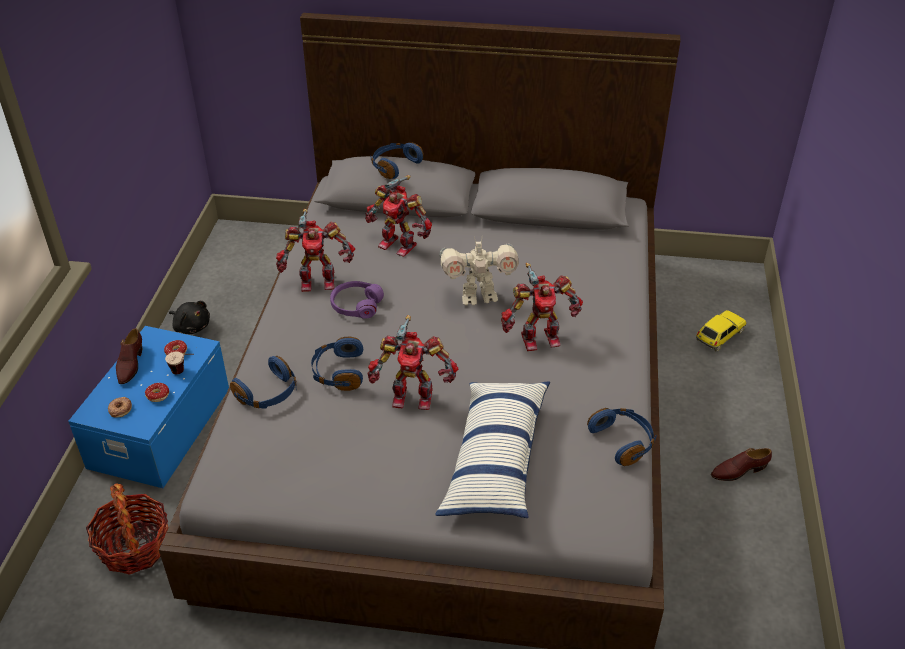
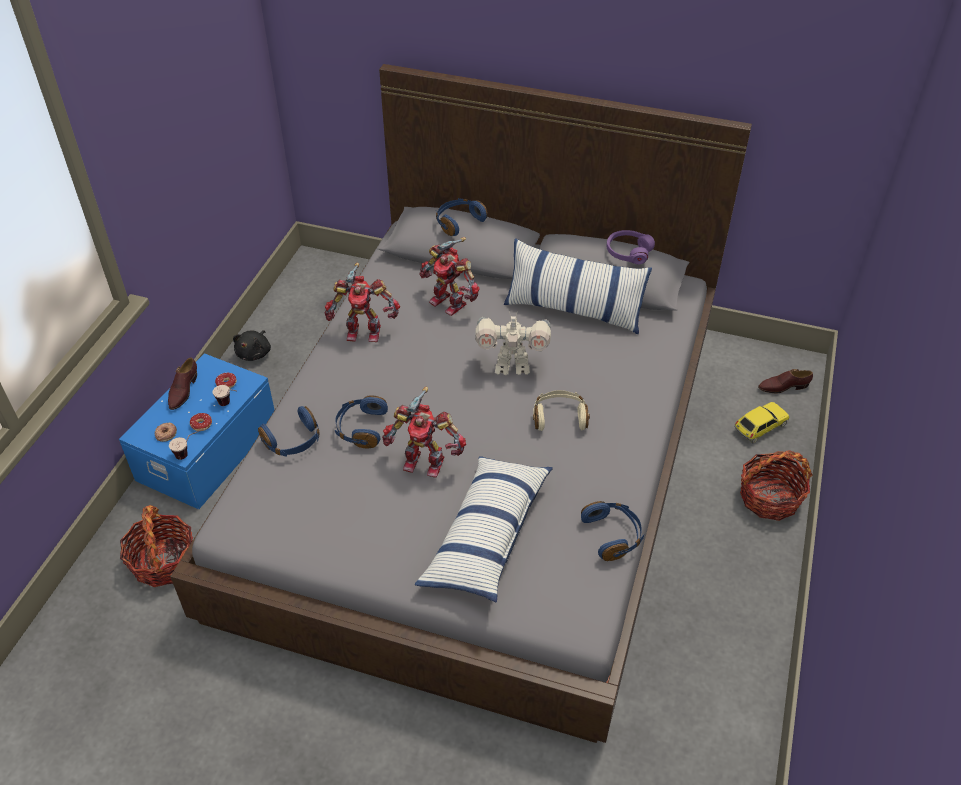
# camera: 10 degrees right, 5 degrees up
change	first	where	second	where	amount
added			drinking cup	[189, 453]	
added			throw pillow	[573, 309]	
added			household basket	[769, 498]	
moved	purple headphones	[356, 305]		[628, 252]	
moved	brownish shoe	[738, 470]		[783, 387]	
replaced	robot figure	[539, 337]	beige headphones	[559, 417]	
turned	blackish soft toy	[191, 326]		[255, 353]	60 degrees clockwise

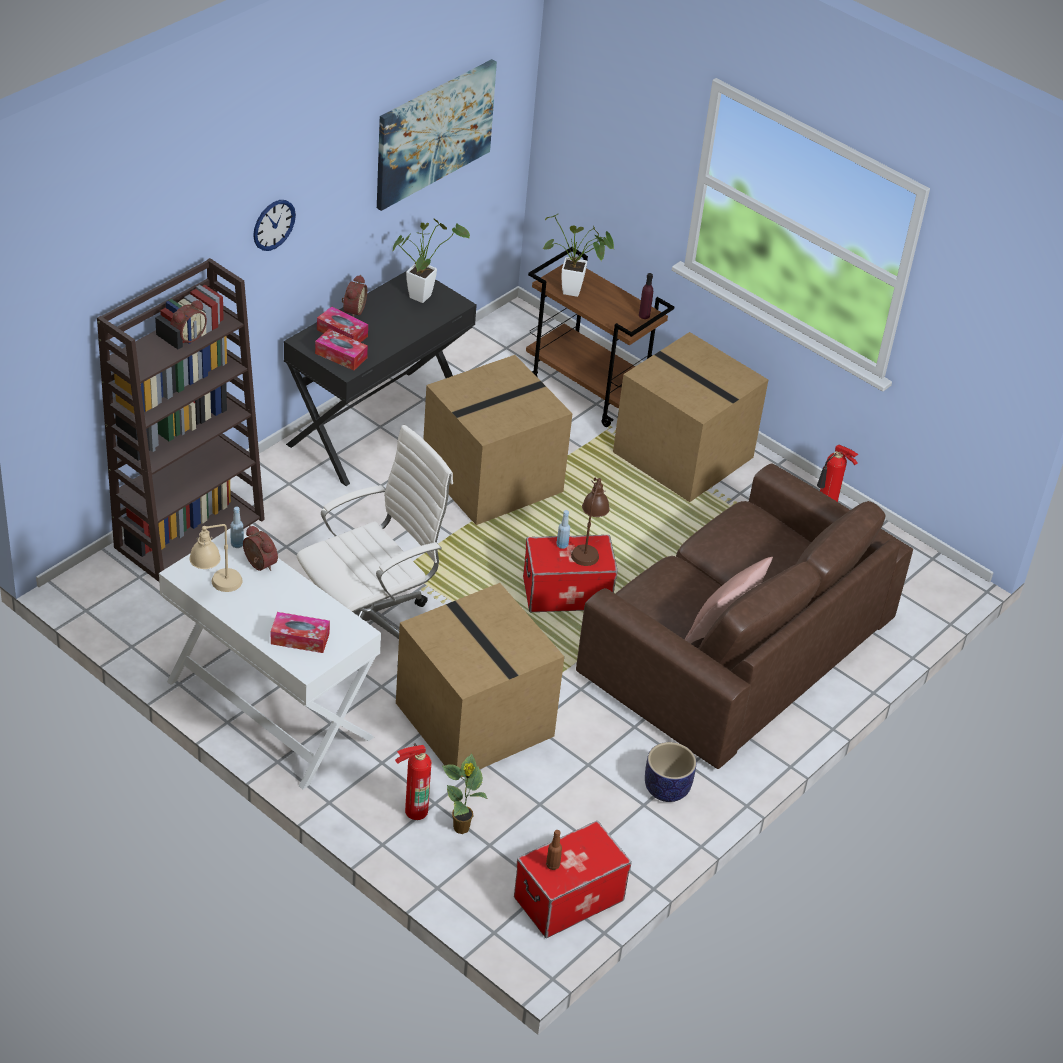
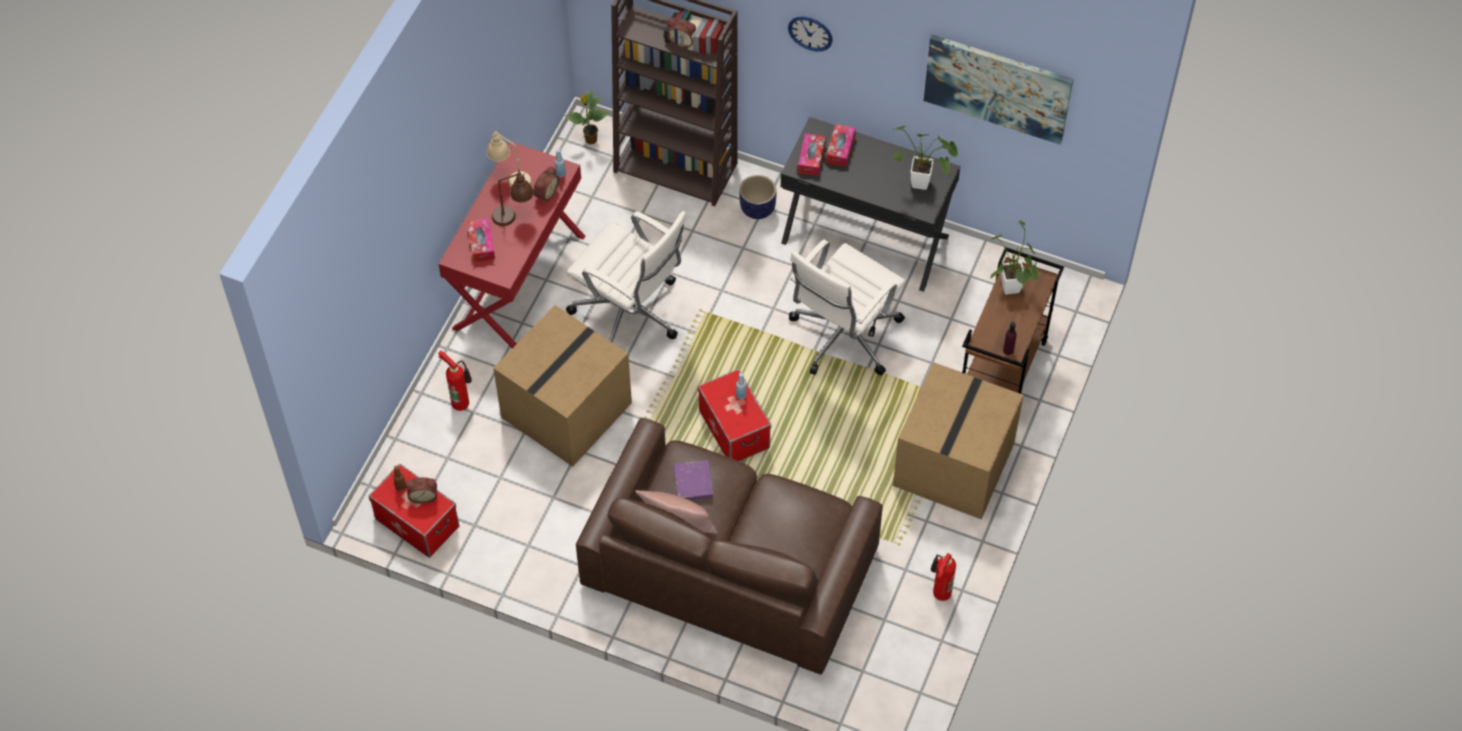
# camera: 75 degrees right, 15 degrees up
change	first	where	second	where	amount
added			purple bound book	[693, 482]	
moved	table clock	[352, 310]		[423, 496]	
moved	plant in a pot	[462, 828]		[590, 140]	
moved	brownish table lamp	[587, 548]		[514, 215]	
moved	planter	[666, 789]		[757, 209]	
replaced	carton	[491, 479]	white-coloured desk chair	[843, 337]	
recoloured	white-coloured desk table	[268, 709]	red desk table	[518, 281]	

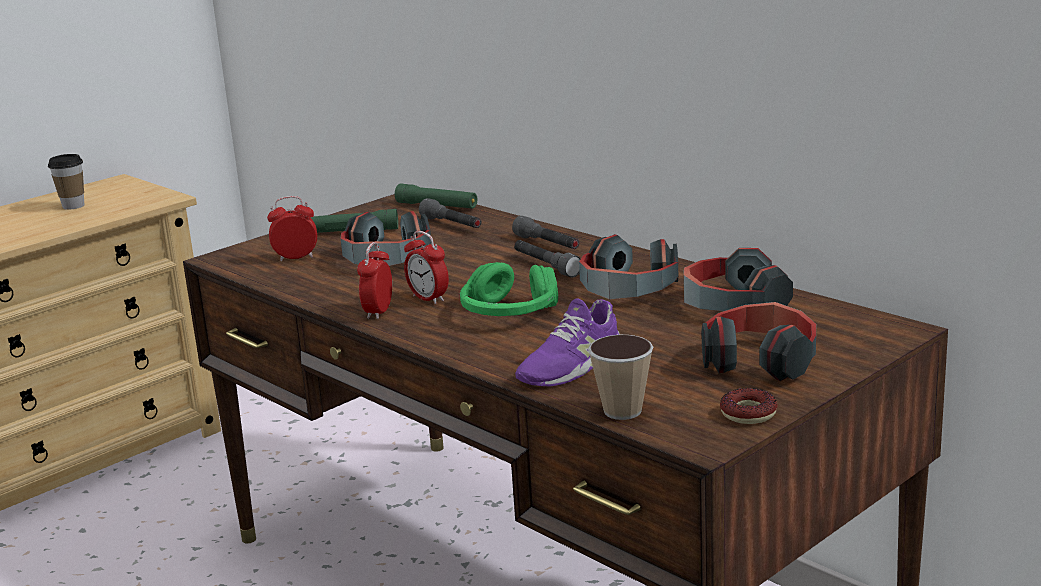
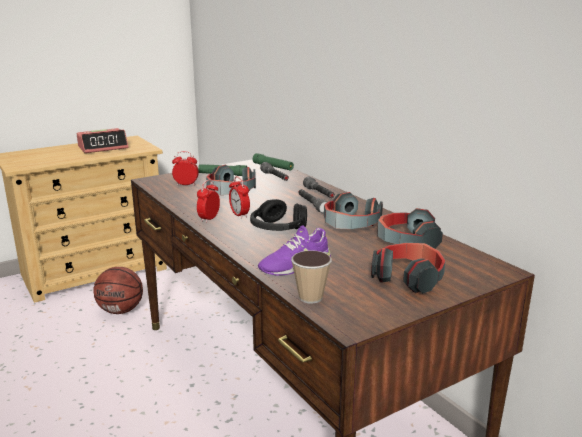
# camera: 10 degrees right, 0 degrees up
change	first	where	second	where	amount
removed	ring doughnut	[748, 413]			
added			basketball ball	[121, 310]	
replaced	drinking cup	[73, 206]	table clock	[103, 147]	
recoloured	green headphones	[509, 313]	blackish headphones	[278, 228]	

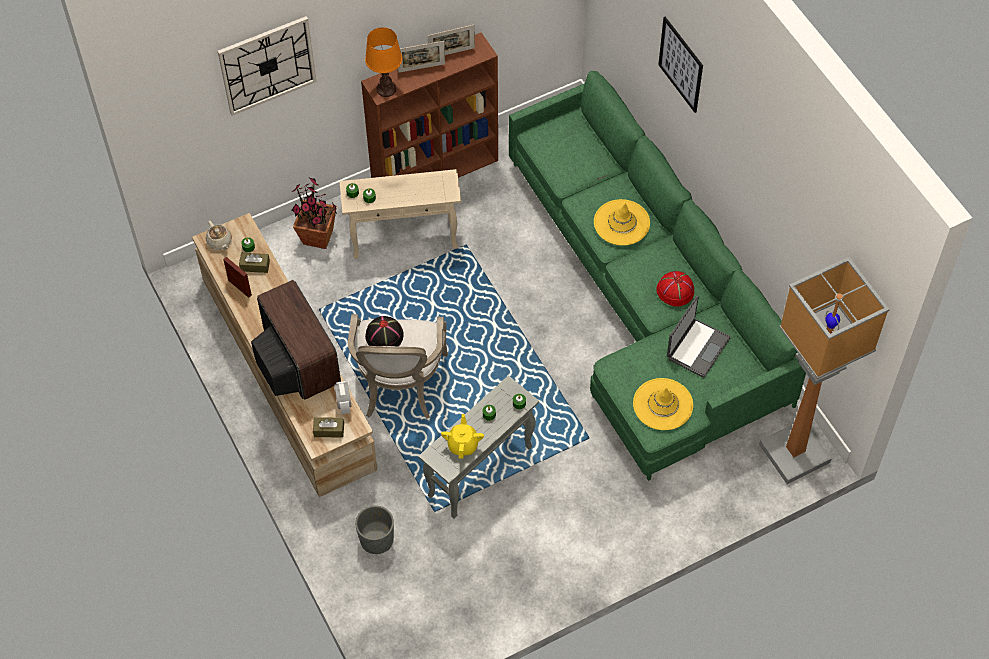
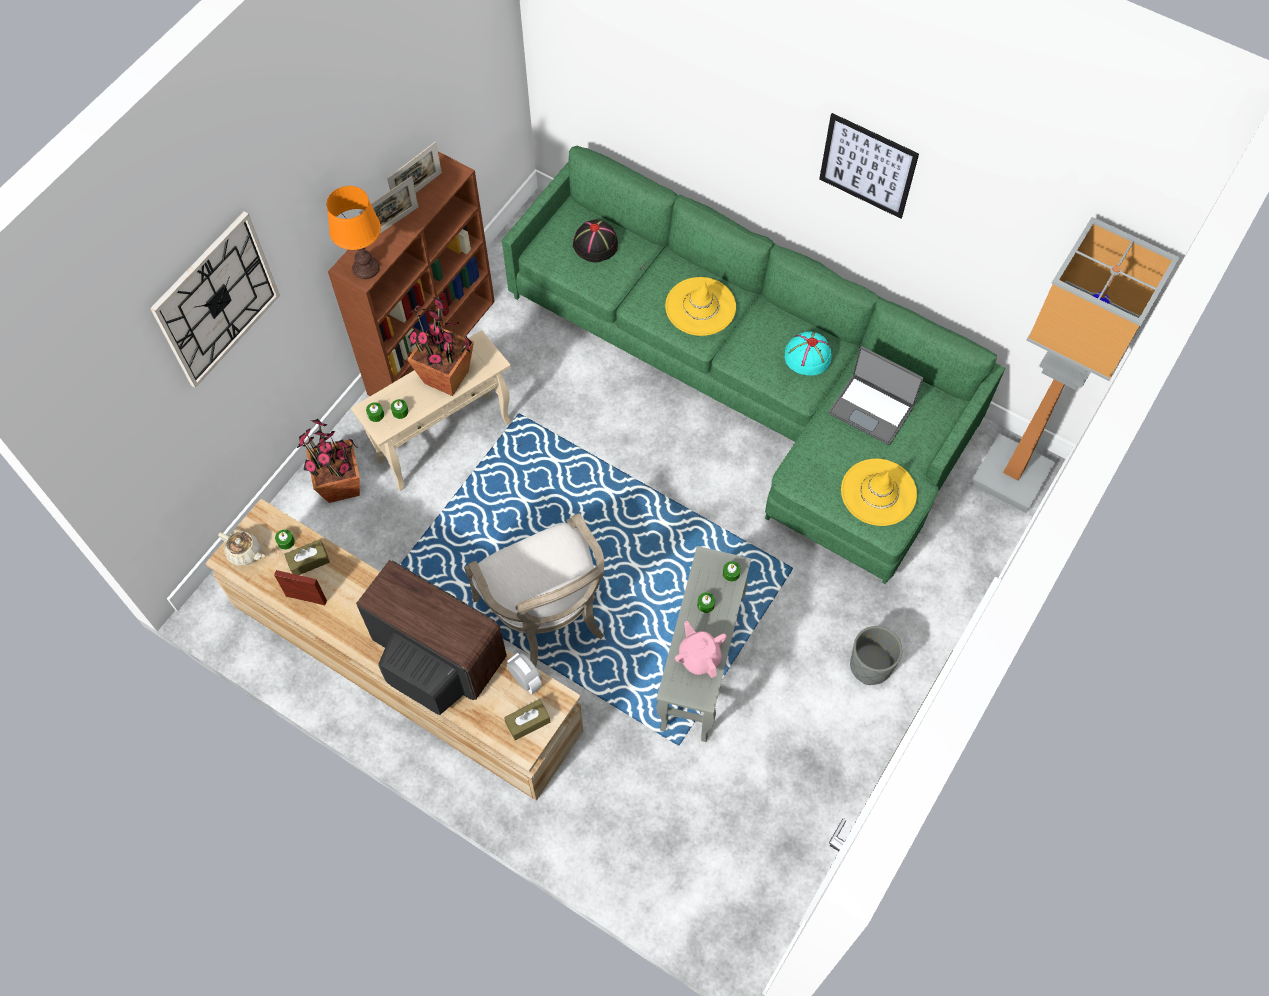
# camera: 30 degrees left, 5 degrees up
change	first	where	second	where	amount
added			plant in a pot	[446, 378]	
moved	gray planter	[376, 540]		[870, 666]	
moved	blackish clothing hat	[384, 336]		[596, 244]	
moved	wall art	[681, 64]		[867, 166]	
recoloured	yellow-coloured tea pot	[463, 444]	pinkish tea pot	[699, 657]	
recoloured	red clothing hat	[675, 290]	blue-green clothing hat	[807, 356]	
turned	portable computer	[697, 347]		[871, 409]	120 degrees clockwise

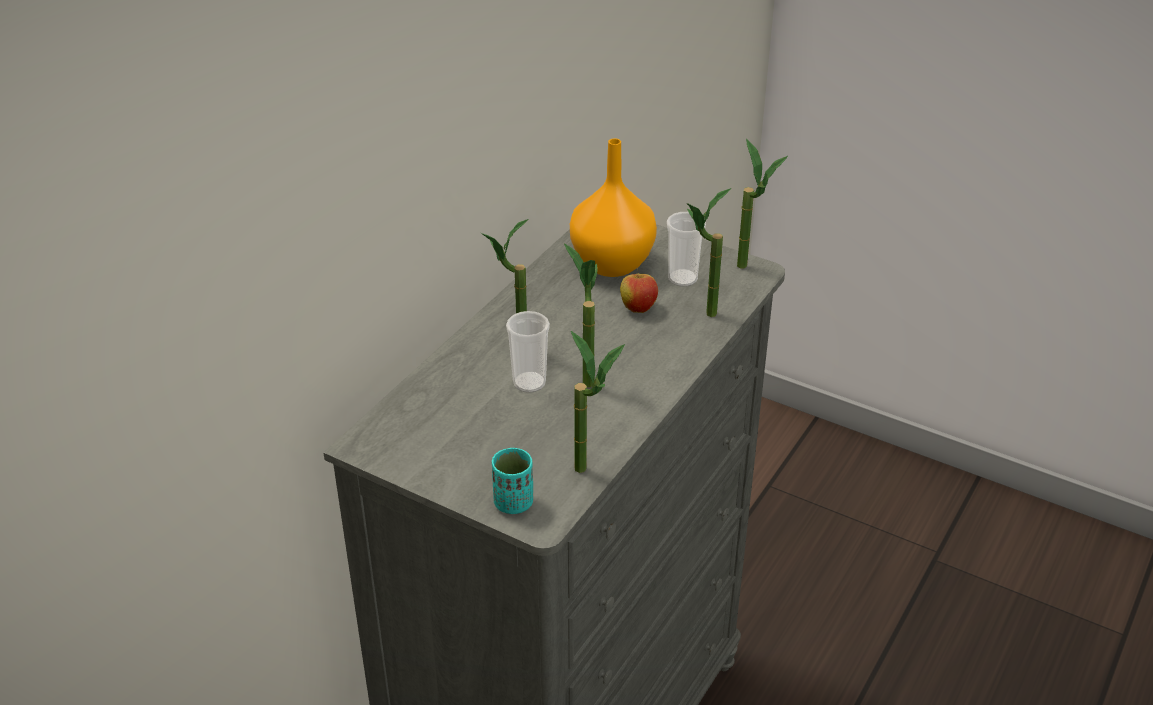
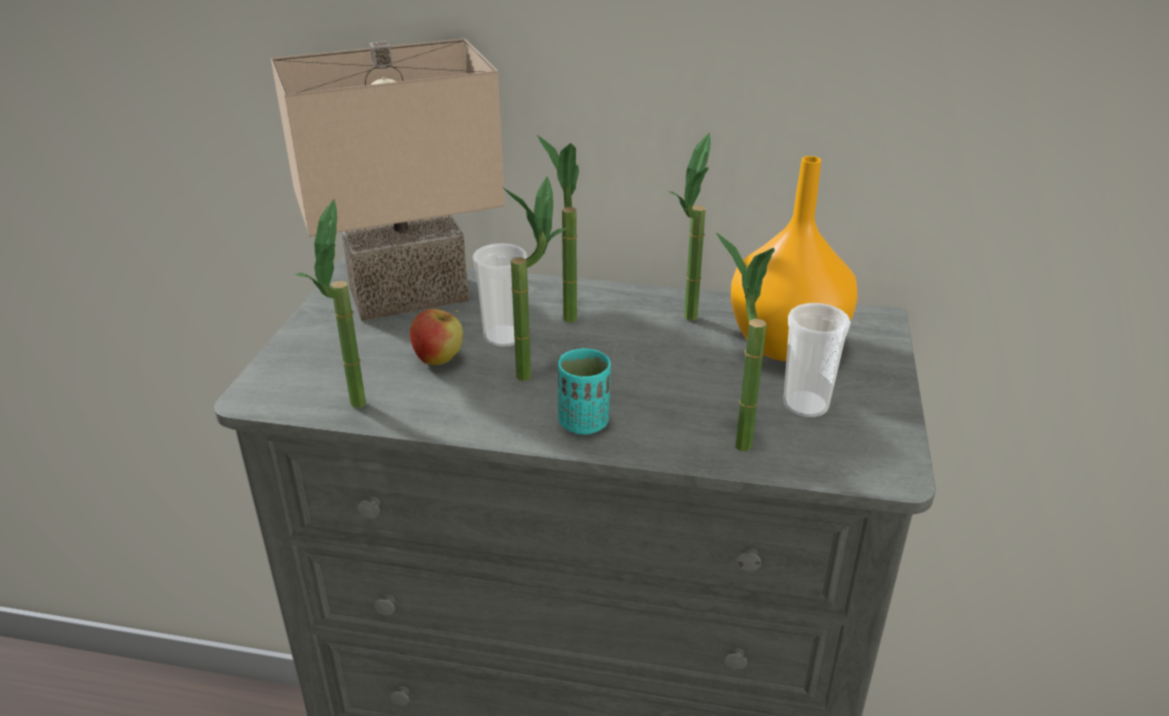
# camera: 70 degrees right, 5 degrees down
change	first	where	second	where	amount
added			beige table lamp	[408, 298]	
moved	blue-green drinking cup	[513, 503]		[584, 423]	
moved	apple fruit	[638, 308]		[439, 360]	
moved	plant in a pot	[751, 269]		[688, 324]	

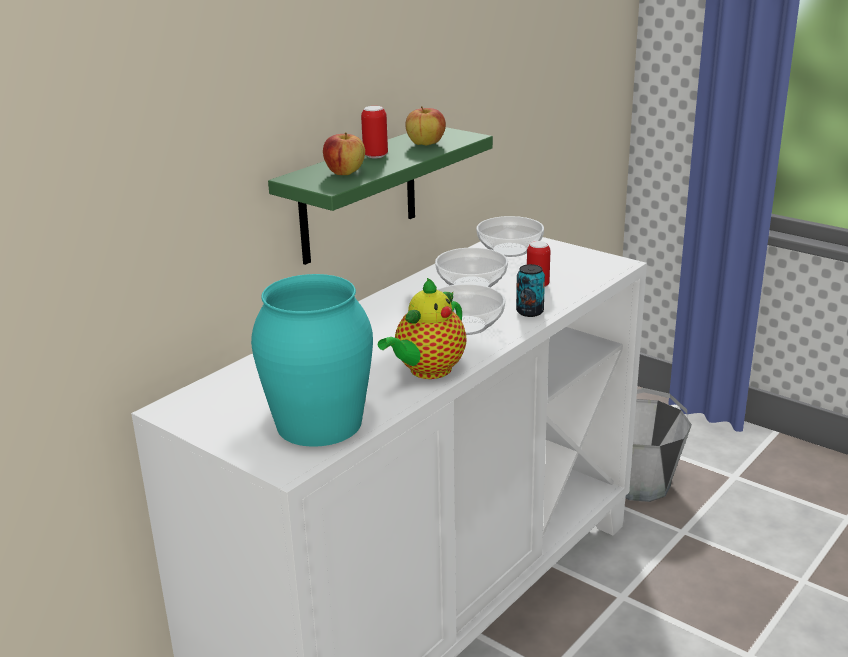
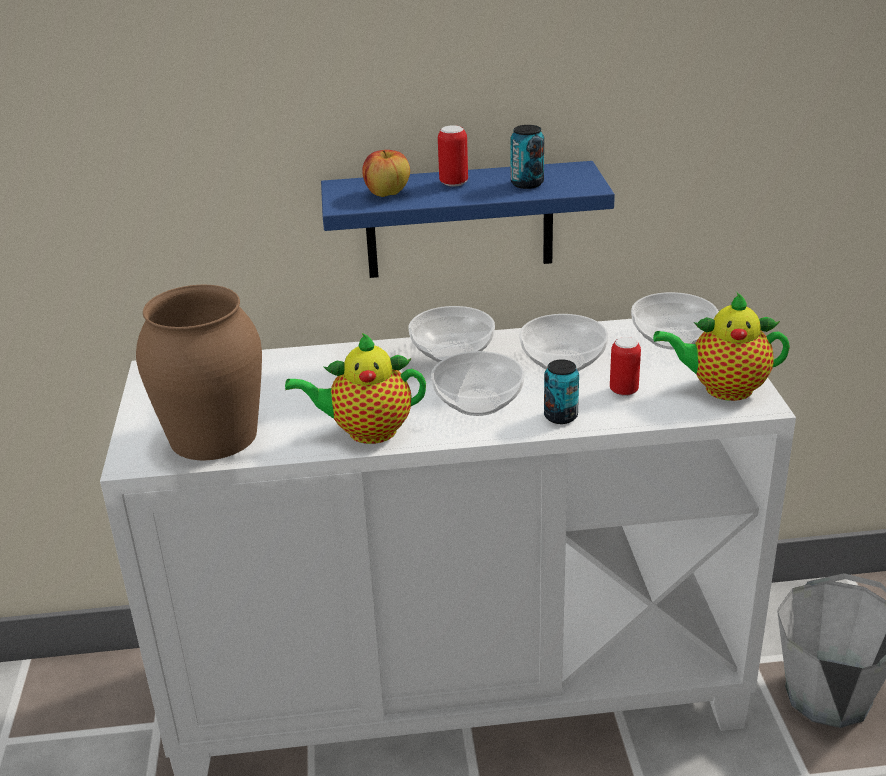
# camera: 45 degrees right, 5 degrees up
change	first	where	second	where	amount
added			serving bowl	[451, 352]	
added			tea pot	[722, 389]	
replaced	apple fruit	[426, 144]	sealed can	[527, 183]	
recoloured	blue-green decorative vase	[319, 424]	brownish decorative vase	[212, 436]	
recoloured	green shelf	[358, 195]	bluish shelf	[459, 220]	

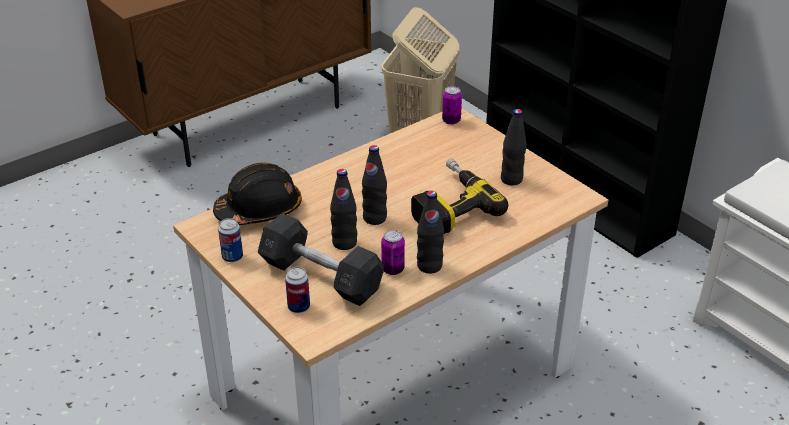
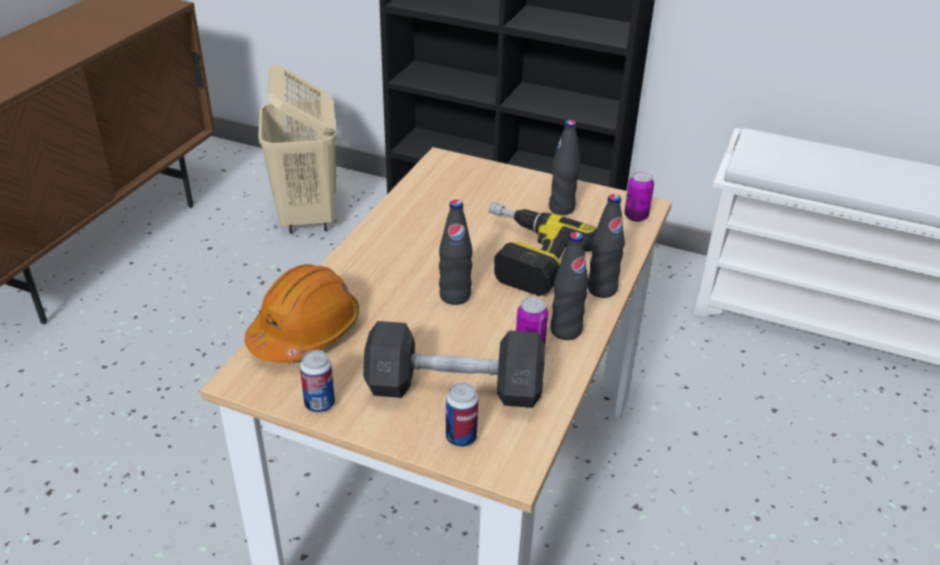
# camera: 30 degrees left, 0 degrees up
change	first	where	second	where	amount
moved	blackish beverage bottle	[344, 243]		[602, 289]	
moved	sealed can	[451, 121]		[636, 216]	
recoloured	blackish safety helmet	[259, 210]	orangey safety helmet	[305, 331]	

